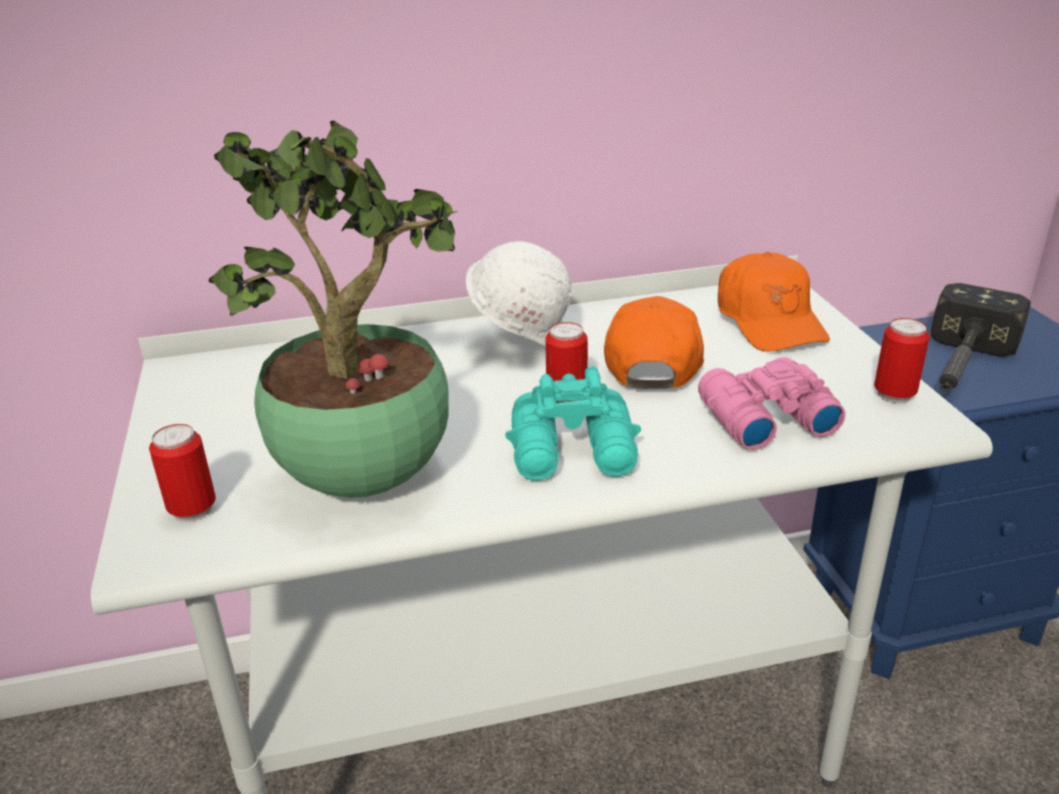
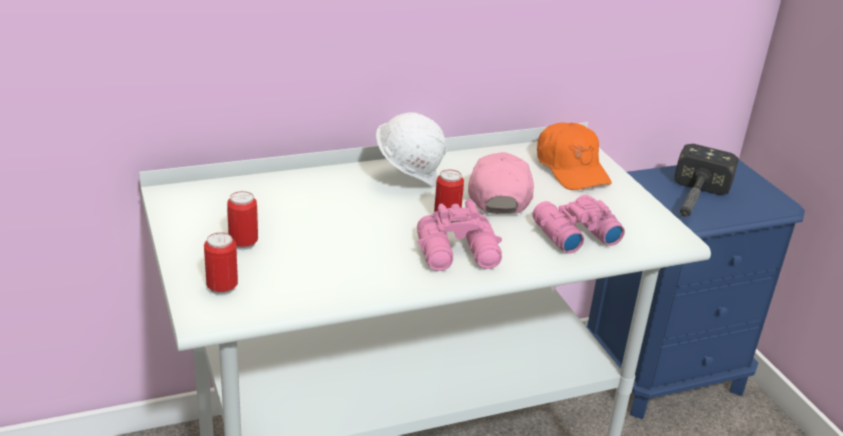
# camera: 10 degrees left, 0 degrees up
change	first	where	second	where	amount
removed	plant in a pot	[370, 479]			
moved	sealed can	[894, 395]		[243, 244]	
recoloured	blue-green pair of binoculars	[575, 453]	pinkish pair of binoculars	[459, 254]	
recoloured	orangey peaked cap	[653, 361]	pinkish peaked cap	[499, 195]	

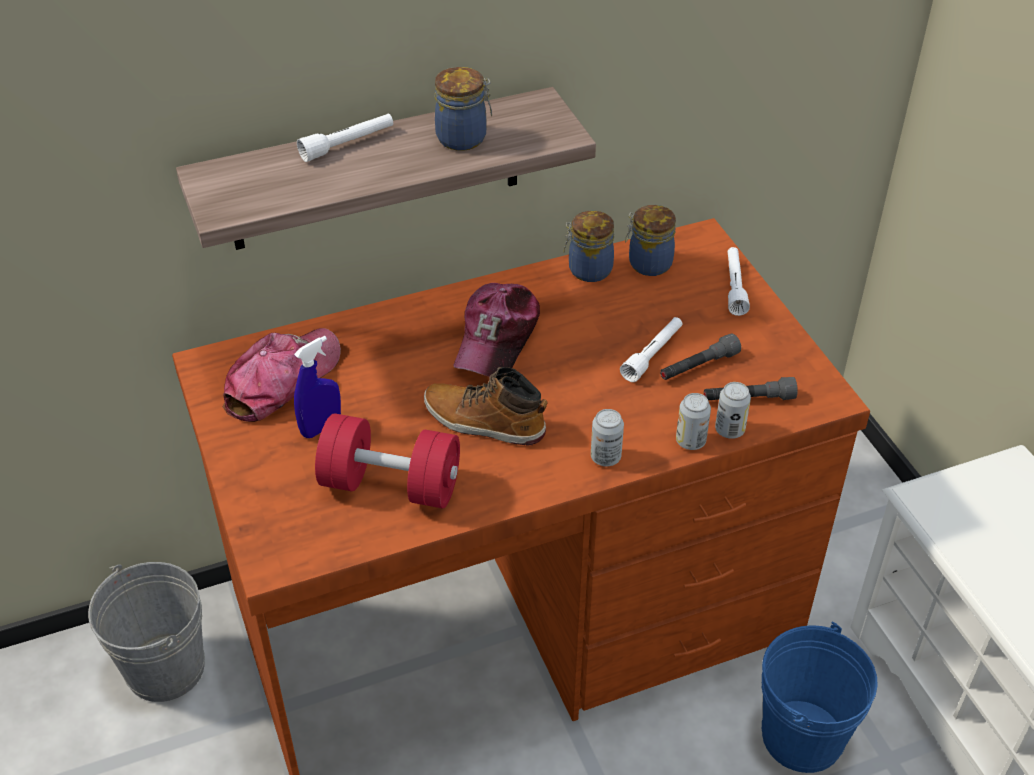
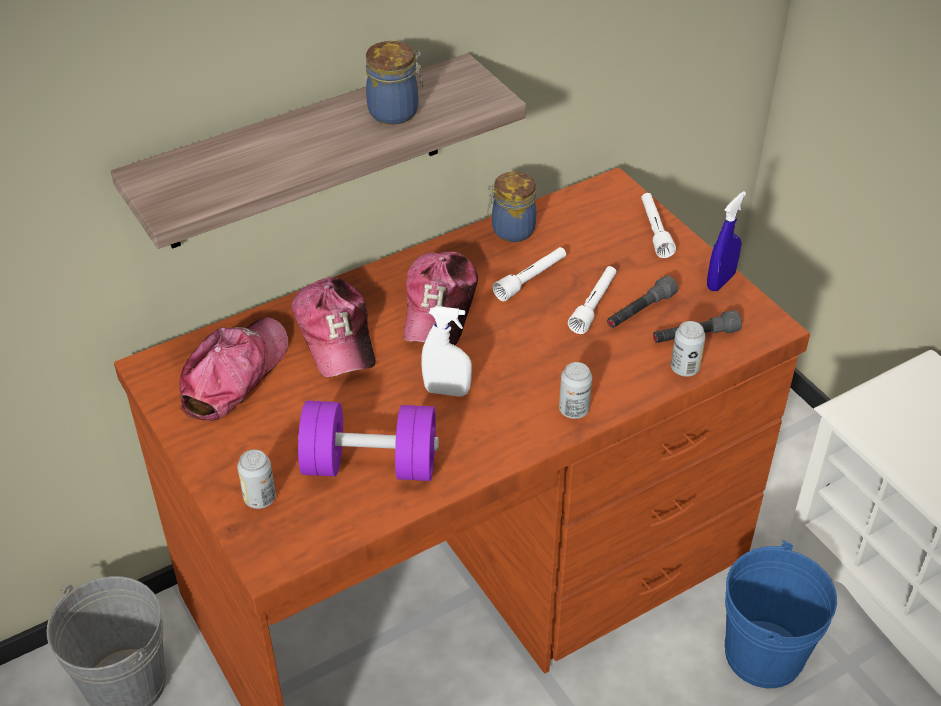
# camera: 10 degrees left, 0 degrees up
change	first	where	second	where	amount
removed	storage jar	[648, 263]			
added			peaked cap	[336, 335]	
moved	bluish hand sprayer	[321, 427]		[720, 281]	
moved	white-coloured torch	[347, 144]		[531, 279]	
moved	sealed can	[690, 441]		[260, 498]	
replaced	high-top boot	[483, 422]	white-coloured hand sprayer	[447, 391]	
recoloured	red hand weight	[391, 485]	purple hand weight	[370, 464]	

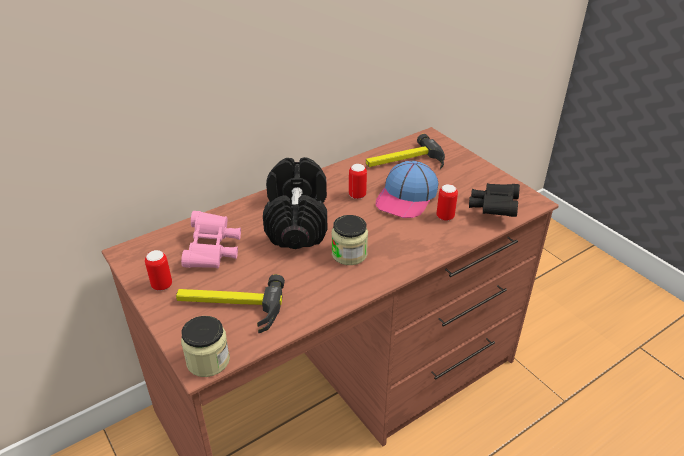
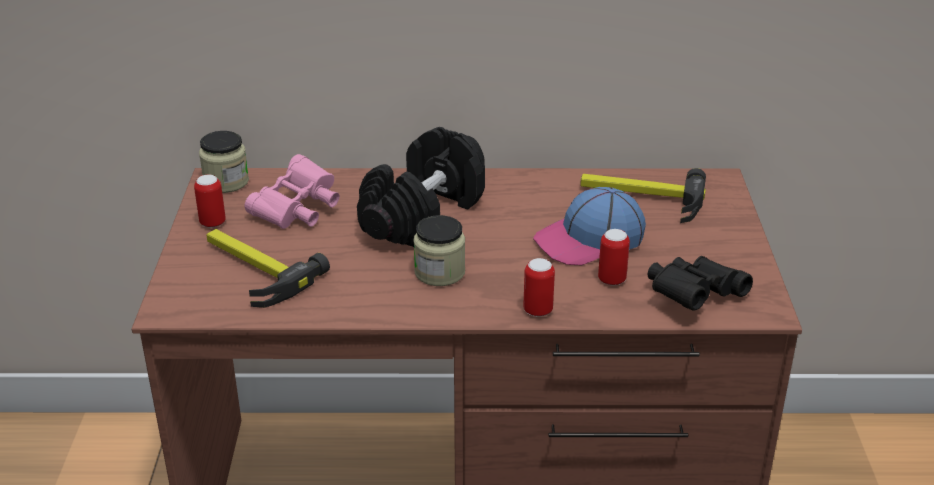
# camera: 35 degrees right, 5 degrees down
change	first	where	second	where	amount
moved	storage jar	[208, 360]		[226, 182]	
moved	sealed can	[357, 195]		[538, 311]	

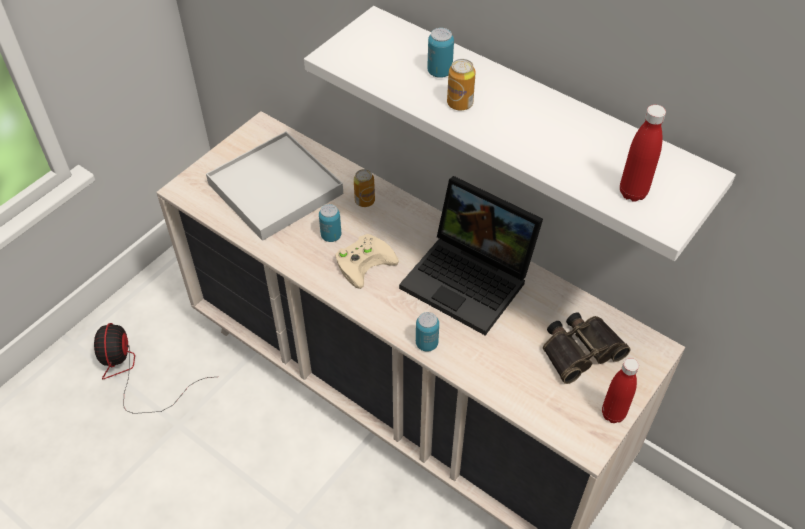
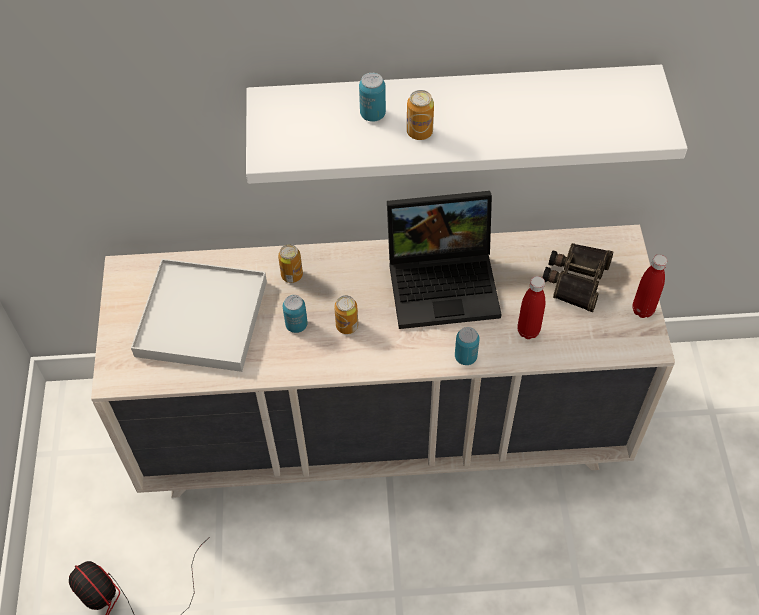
# camera: 40 degrees left, 5 degrees up
change	first	where	second	where	amount
moved	red beverage bottle	[632, 193]		[528, 331]	
replaced	beige joypad	[365, 260]	sealed can	[347, 326]	

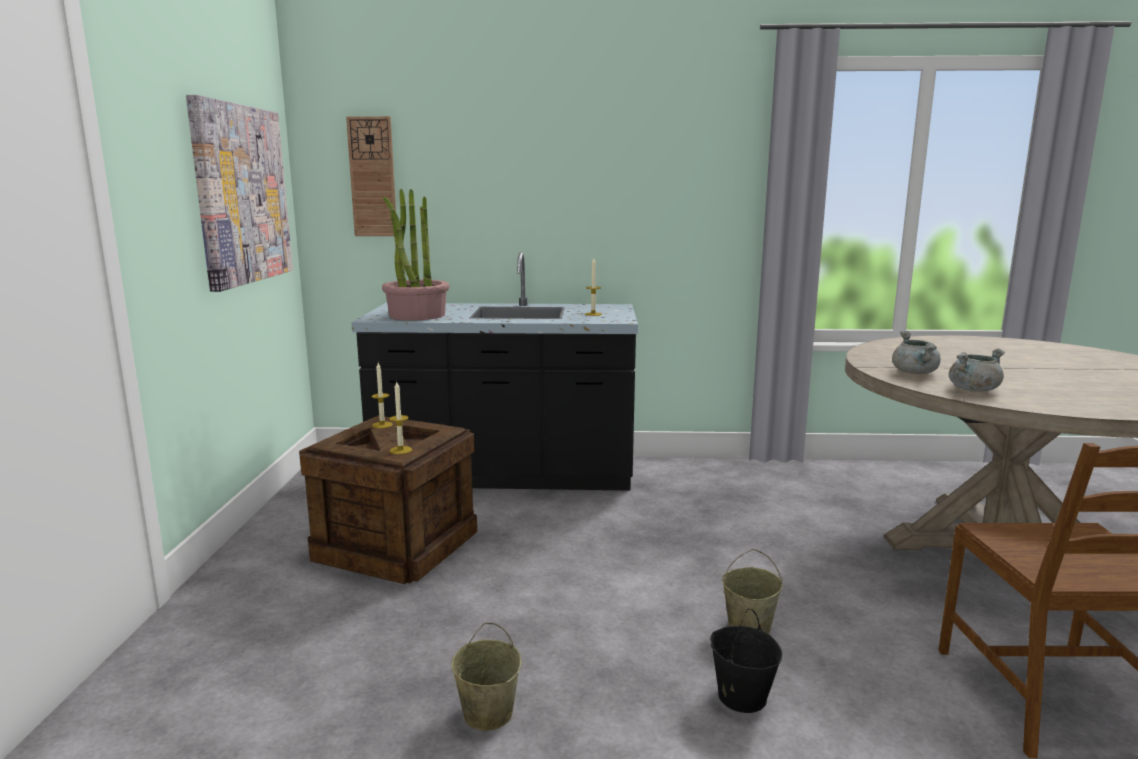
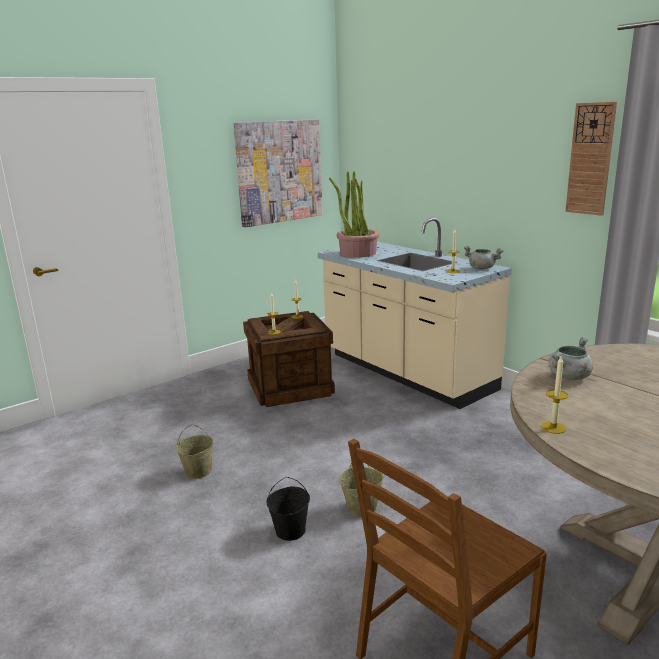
# camera: 50 degrees right, 5 degrees up
change	first	where	second	where	amount
added			wax candle	[553, 427]	
moved	wall clock	[372, 177]		[590, 159]	
moved	gray stockpot	[973, 389]		[482, 268]	
recoloured	blackish kitchen base unit	[505, 476]	beige kitchen base unit	[406, 372]	

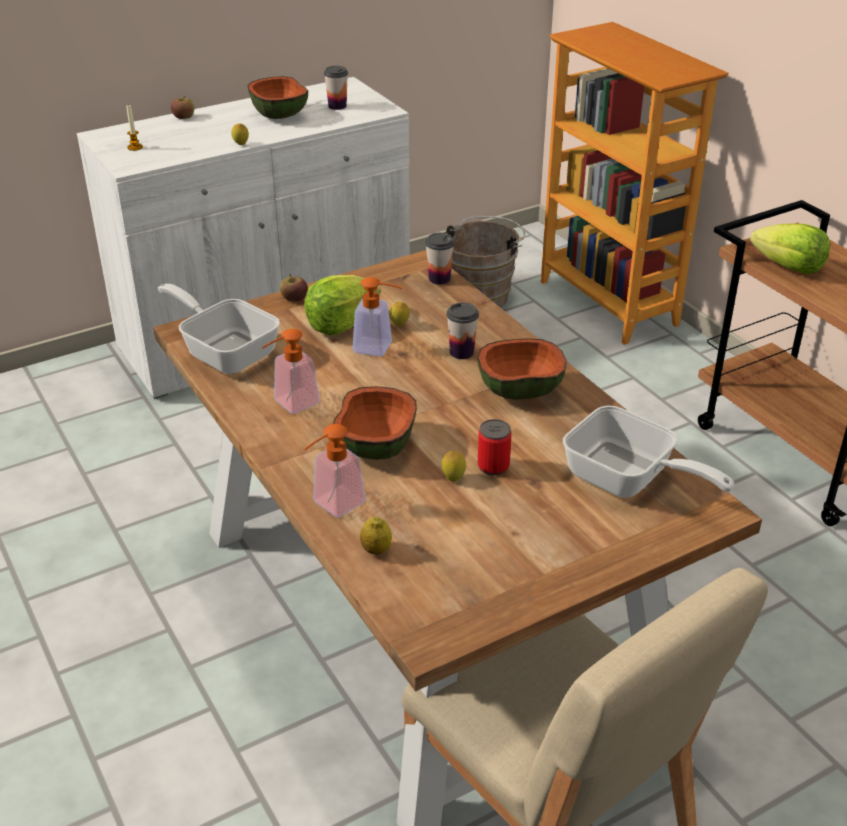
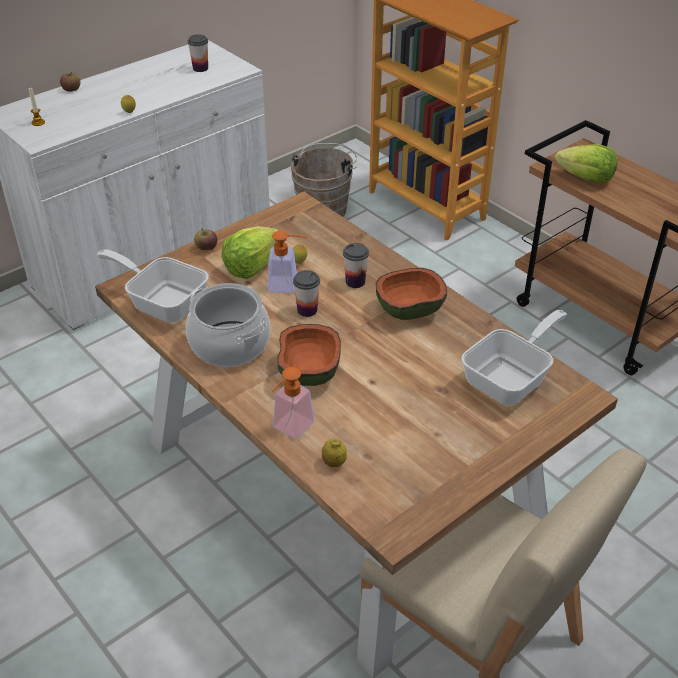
# camera: 10 degrees left, 5 degrees up
change	first	where	second	where	amount
removed	serving bowl	[280, 114]			
removed	lemon	[453, 478]			
removed	sealed can	[493, 466]			
moved	drinking cup	[439, 279]		[307, 310]	
replaced	soap bottle	[290, 405]	stockpot	[230, 344]	
turned	frying pan	[627, 480]		[511, 378]	75 degrees counterclockwise

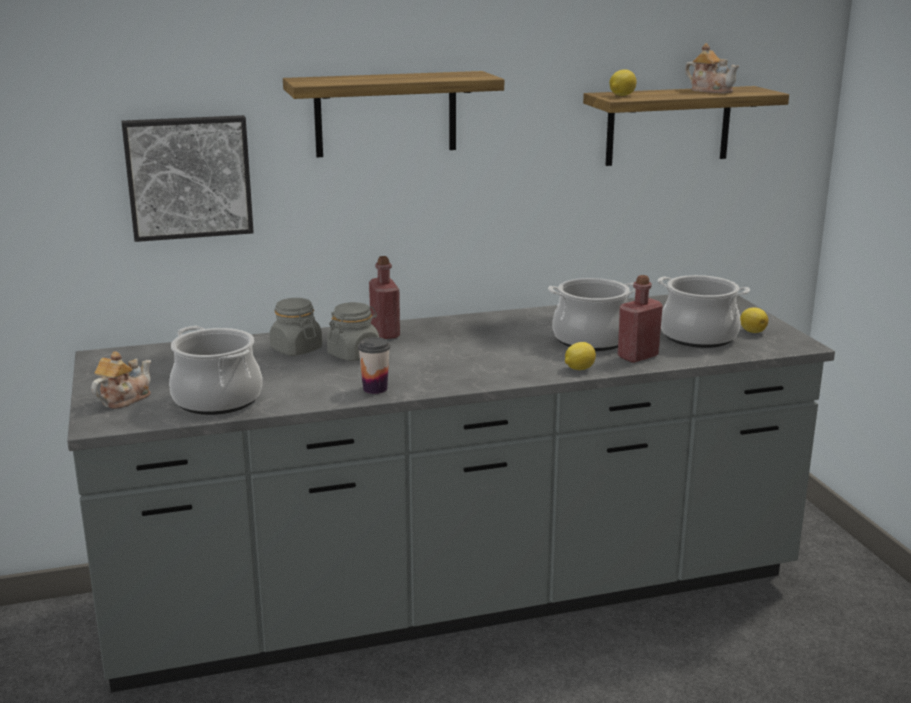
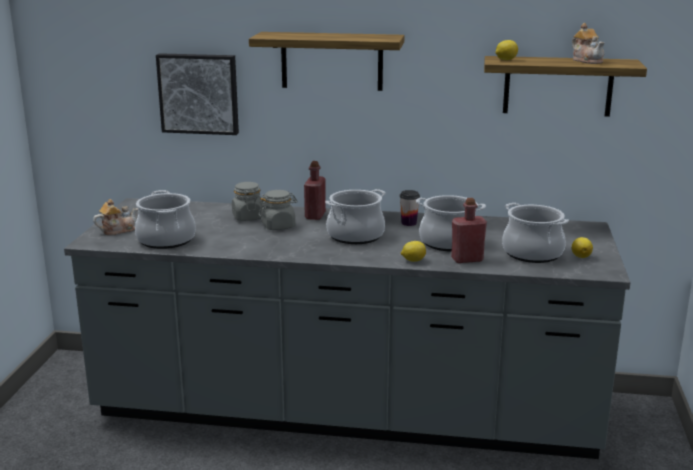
# camera: 25 degrees right, 0 degrees up
change	first	where	second	where	amount
added			stockpot	[355, 235]	
moved	drinking cup	[375, 389]		[409, 223]	

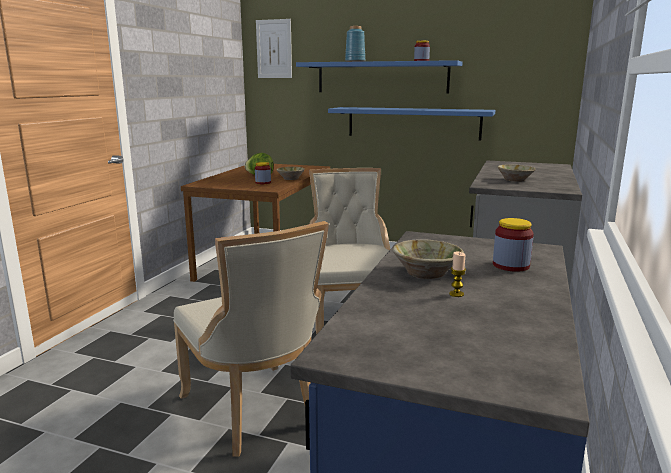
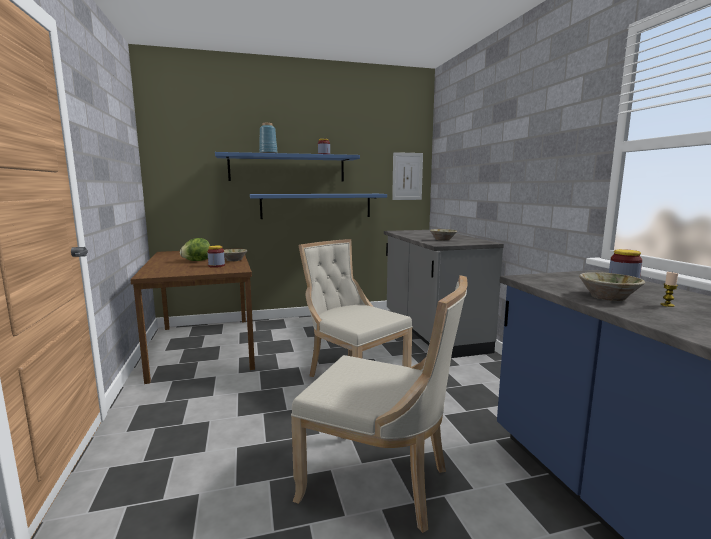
# camera: 35 degrees left, 5 degrees down
change	first	where	second	where	amount
moved	wall art	[274, 49]		[407, 176]	

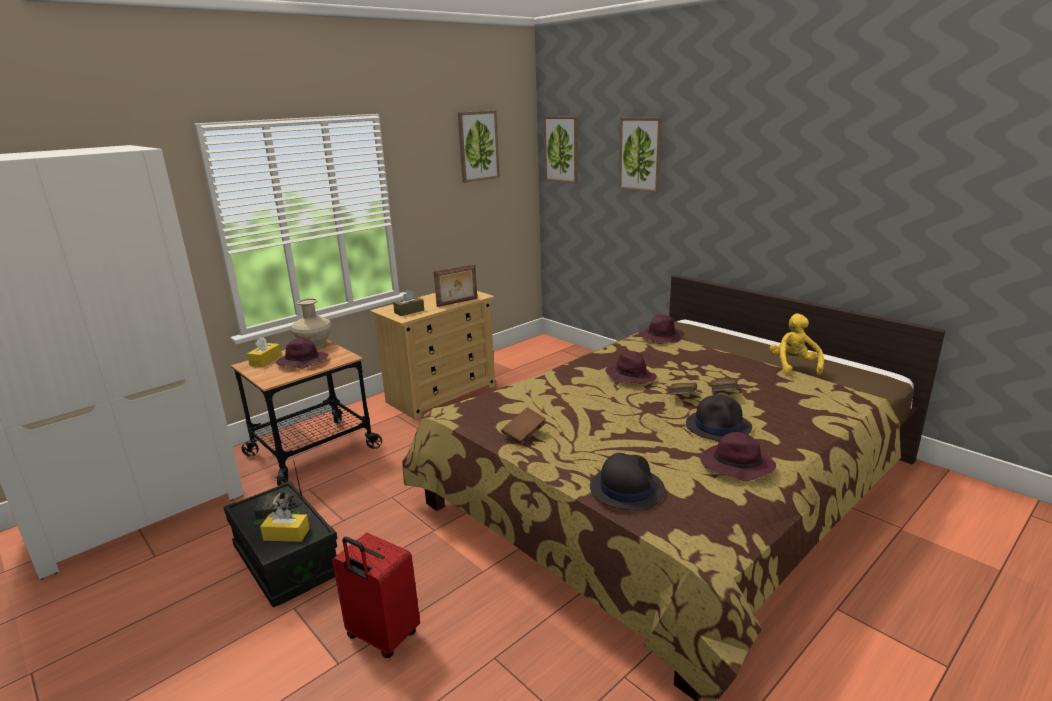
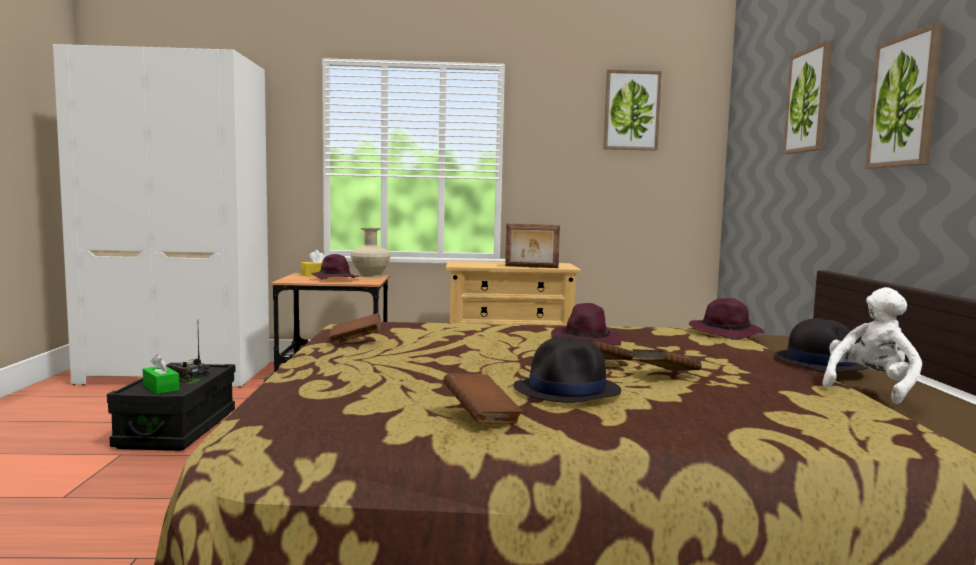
# camera: 40 degrees right, 15 degrees down
change	first	where	second	where	amount
removed	red suitcase	[381, 637]			
removed	brownish tissue holder	[409, 311]			
moved	wall art	[562, 149]		[905, 101]	
moved	blackish clothing hat	[626, 488]		[820, 362]	
replaced	purple clothing hat	[735, 466]	brownish bound book	[481, 417]	
recoloured	yellow-coloured tissue holder	[286, 534]	green tissue holder	[161, 387]	
recoloured	yellow-coloured soft toy	[793, 366]	white-coloured soft toy	[870, 388]	

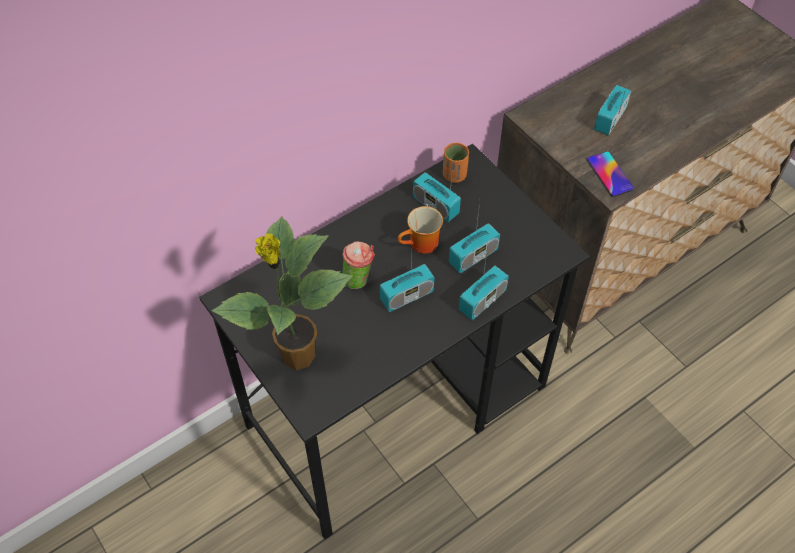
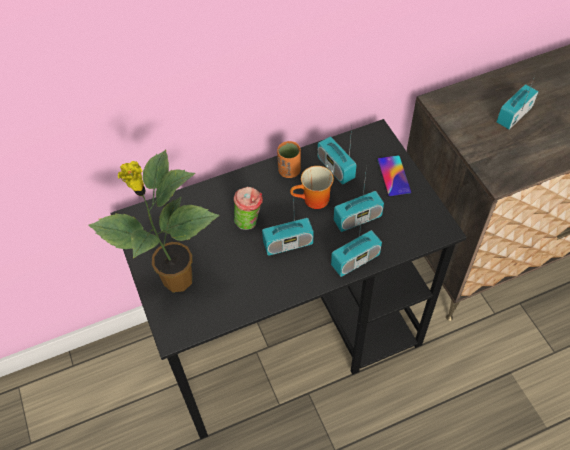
# camera: 15 degrees right, 0 degrees up
change	first	where	second	where	amount
moved	orangey drinking cup	[454, 175]		[289, 171]	
moved	telephone	[609, 174]		[393, 176]	

